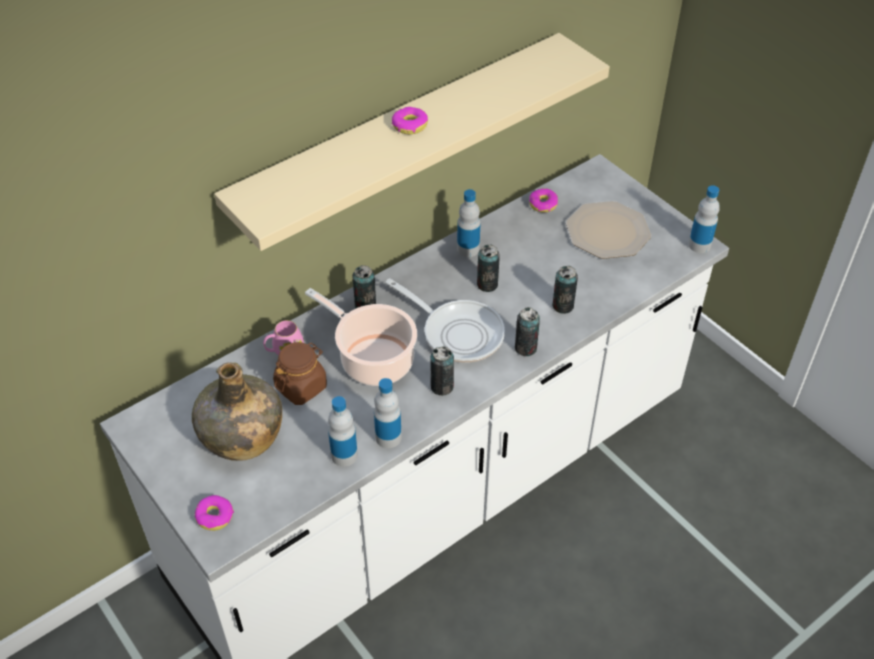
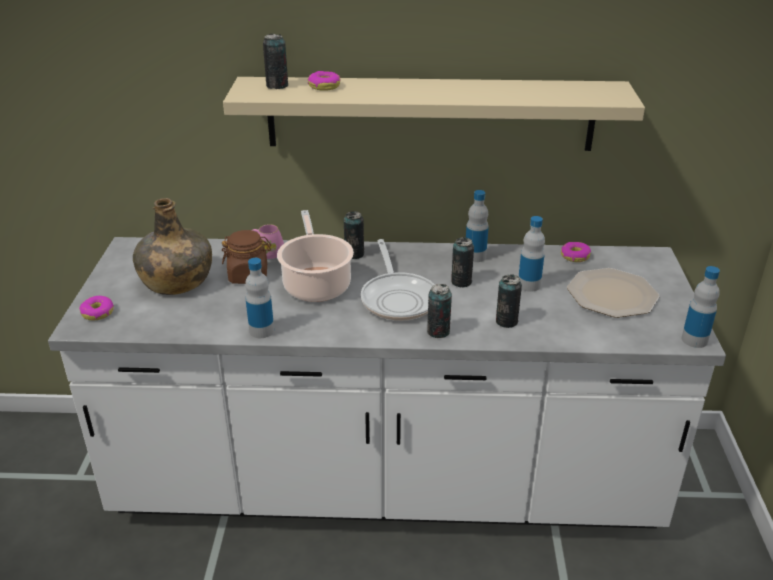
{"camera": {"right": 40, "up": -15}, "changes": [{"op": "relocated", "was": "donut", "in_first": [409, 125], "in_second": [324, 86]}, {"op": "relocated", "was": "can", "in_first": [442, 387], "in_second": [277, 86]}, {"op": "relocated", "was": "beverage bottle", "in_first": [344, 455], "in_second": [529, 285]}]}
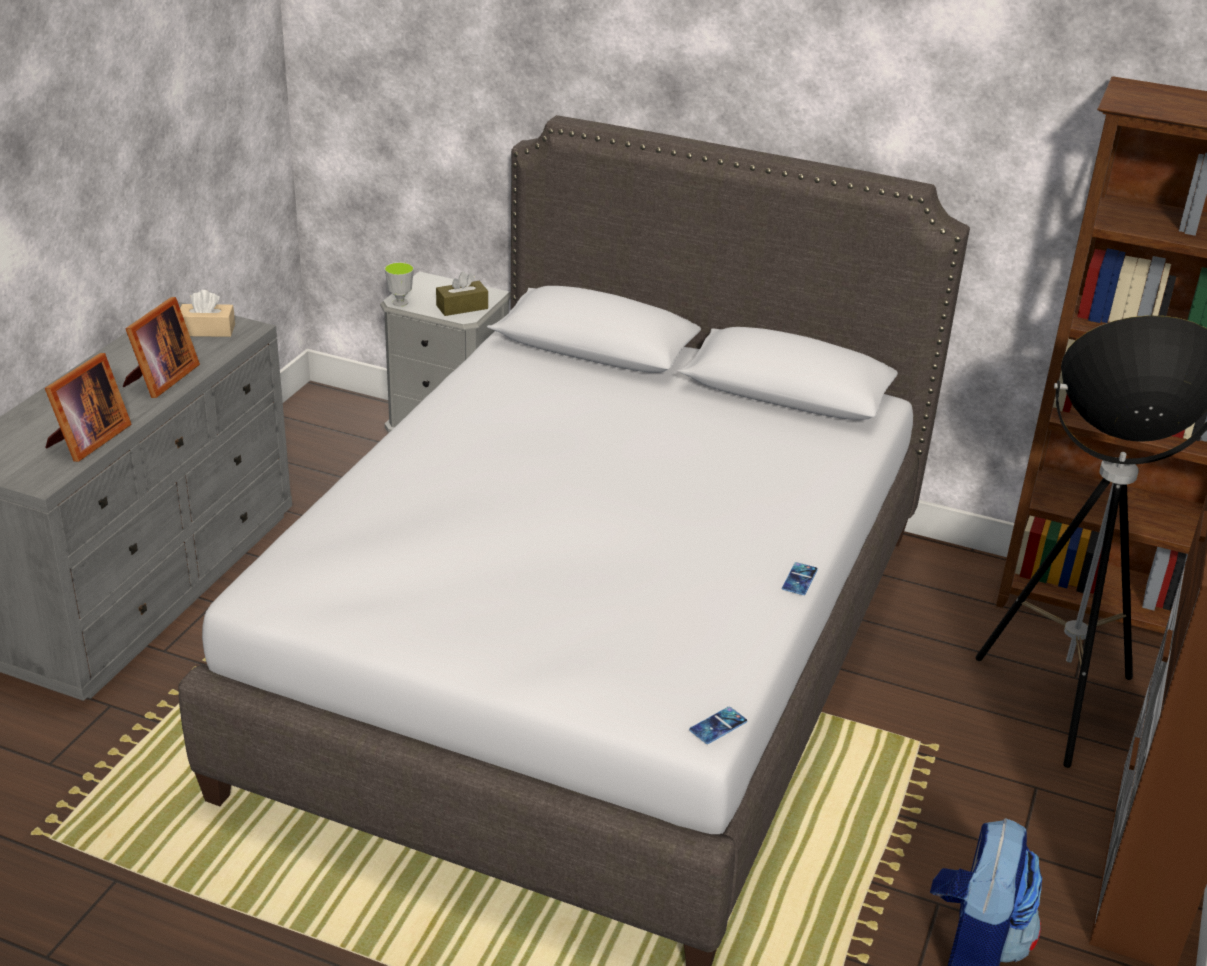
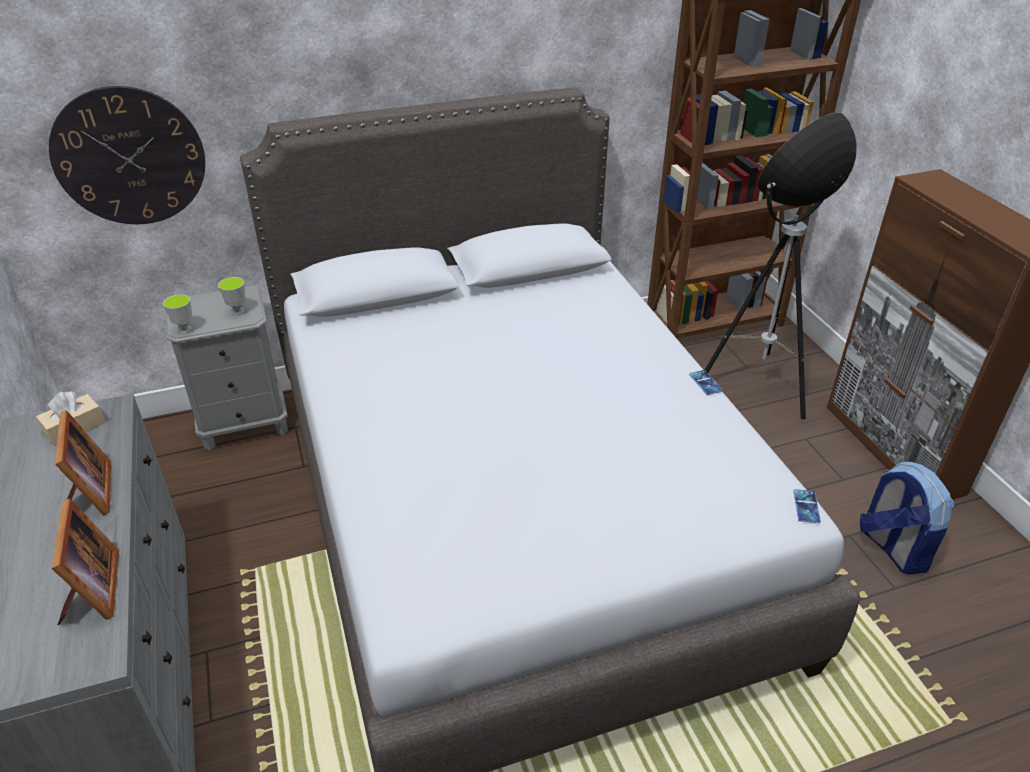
{"camera": {"right": -40, "up": 5}, "changes": [{"op": "exchanged", "was": "brown-coloured tissue box", "now": "drinking cup", "in_first": [462, 307], "in_second": [237, 311]}, {"op": "appeared", "now": "clock on the wall", "in_second": [129, 157]}]}
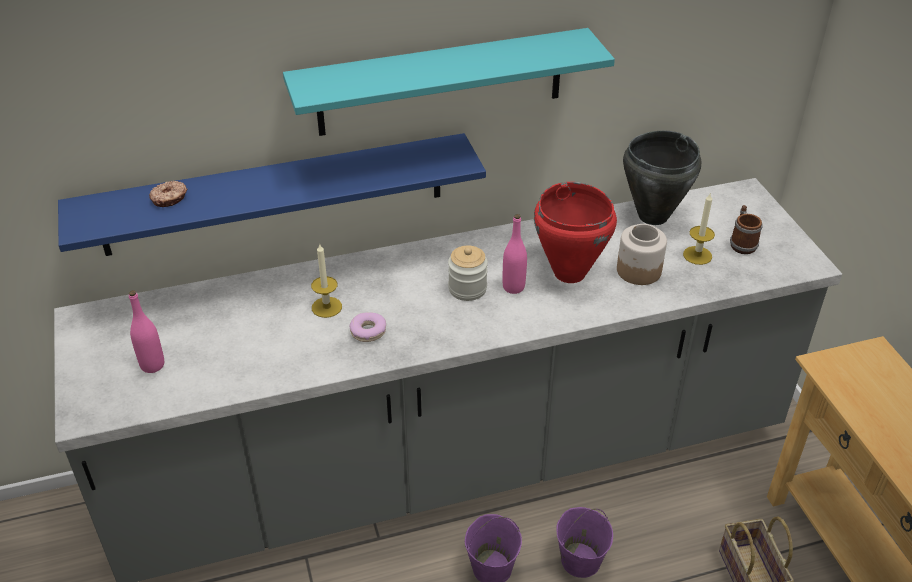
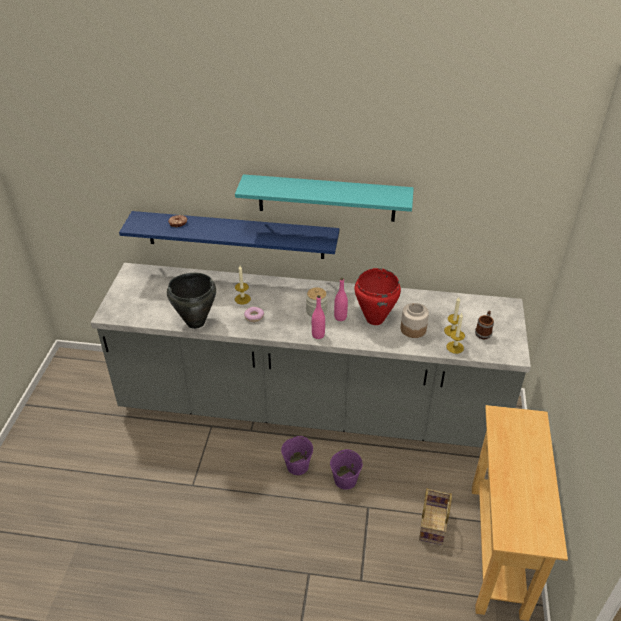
{"camera": {"right": 25, "up": 0}, "changes": [{"op": "relocated", "was": "blackish saucepot", "in_first": [652, 216], "in_second": [195, 322]}, {"op": "relocated", "was": "pink beverage bottle", "in_first": [152, 365], "in_second": [318, 335]}, {"op": "appeared", "now": "wax light", "in_second": [455, 347]}]}
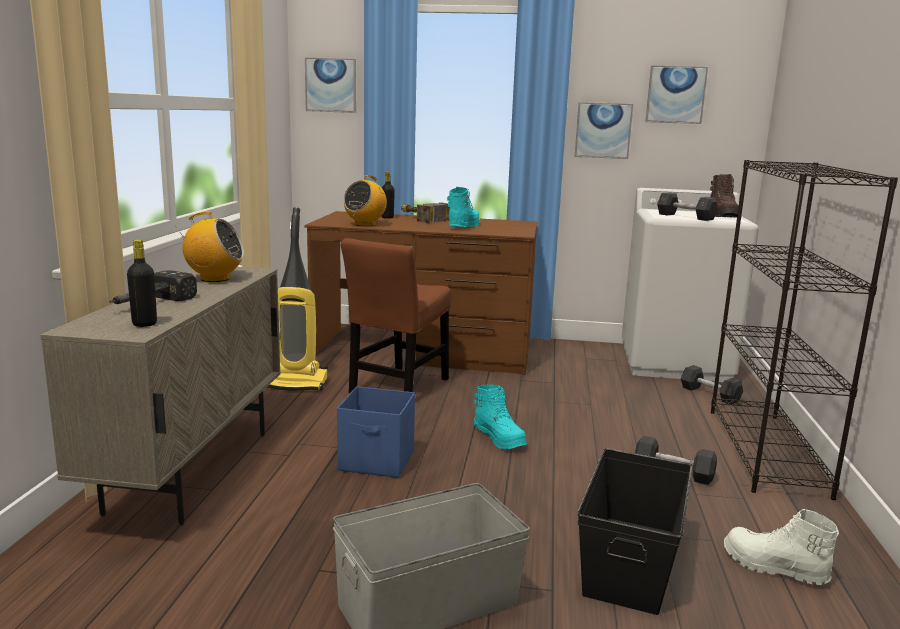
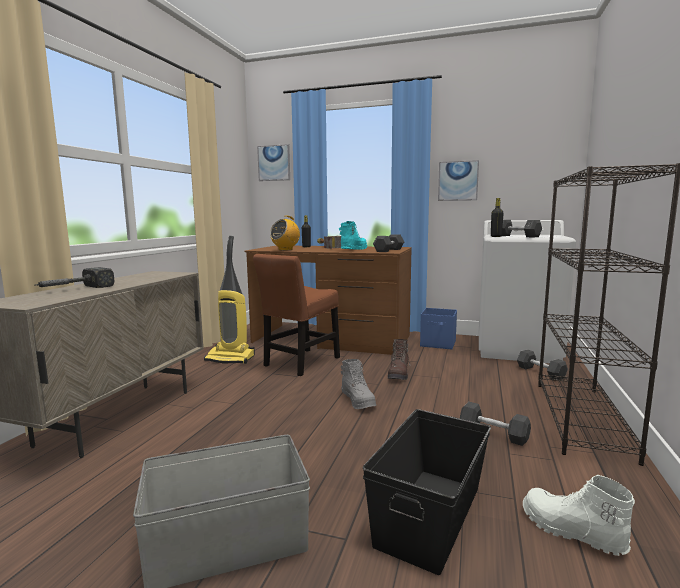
{"camera": {"right": 10, "up": -5}, "changes": [{"op": "missing", "was": "wall picture", "in_first": [675, 95]}, {"op": "relocated", "was": "brown-coloured high-top boot", "in_first": [723, 215], "in_second": [398, 374]}, {"op": "missing", "was": "radio set", "in_first": [214, 279]}, {"op": "relocated", "was": "blackish beverage bottle", "in_first": [144, 324], "in_second": [496, 236]}, {"op": "colour", "was": "turquoise high-top boot", "now": "greyish high-top boot", "in_first": [500, 438], "in_second": [358, 401]}, {"op": "relocated", "was": "blue-coloured storage container", "in_first": [377, 461], "in_second": [438, 344]}, {"op": "appeared", "now": "greyish free weight", "in_second": [388, 250]}]}
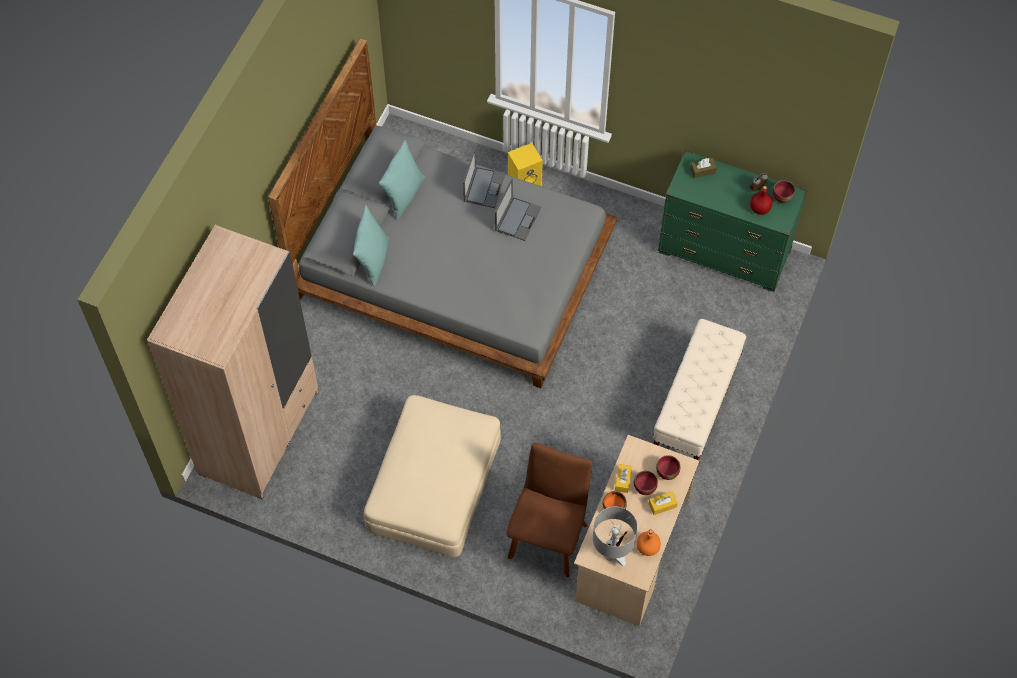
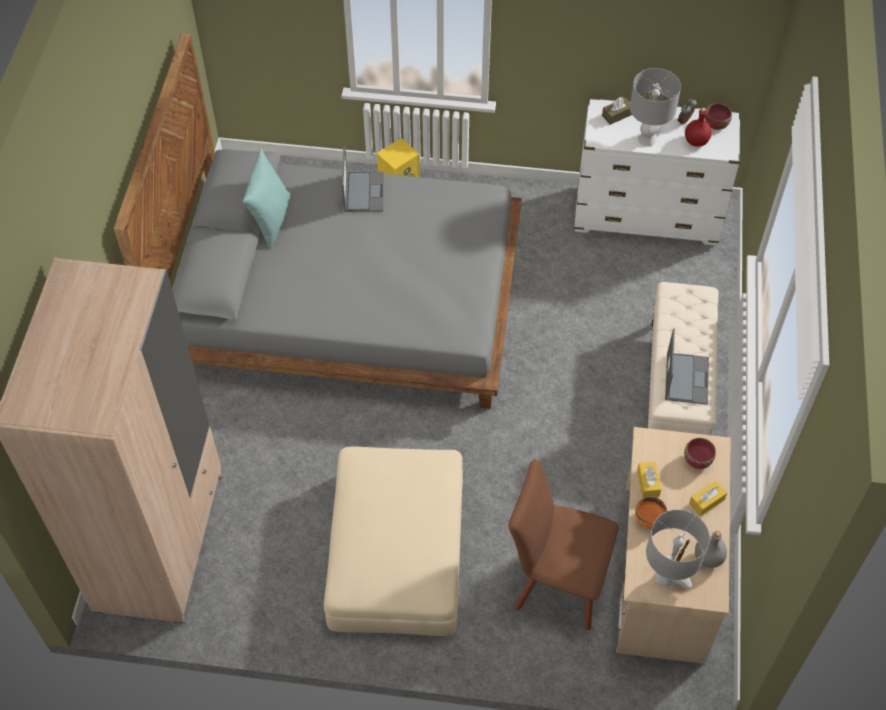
{"camera": {"right": -15, "up": -5}, "changes": [{"op": "colour", "was": "greenish dresser", "now": "white-coloured dresser", "in_first": [724, 252], "in_second": [646, 216]}, {"op": "relocated", "was": "portable computer", "in_first": [518, 218], "in_second": [686, 378]}, {"op": "missing", "was": "turquoise pillow", "in_first": [373, 260]}, {"op": "spun", "was": "brown-coloured upright chair", "in_first": [548, 536], "in_second": [557, 581], "clockwise": -75}, {"op": "missing", "was": "red-coloured bowl", "in_first": [645, 487]}, {"op": "colour", "was": "orange beverage bottle", "now": "greyish beverage bottle", "in_first": [648, 548], "in_second": [709, 558]}, {"op": "appeared", "now": "greyish table lamp", "in_second": [647, 139]}]}
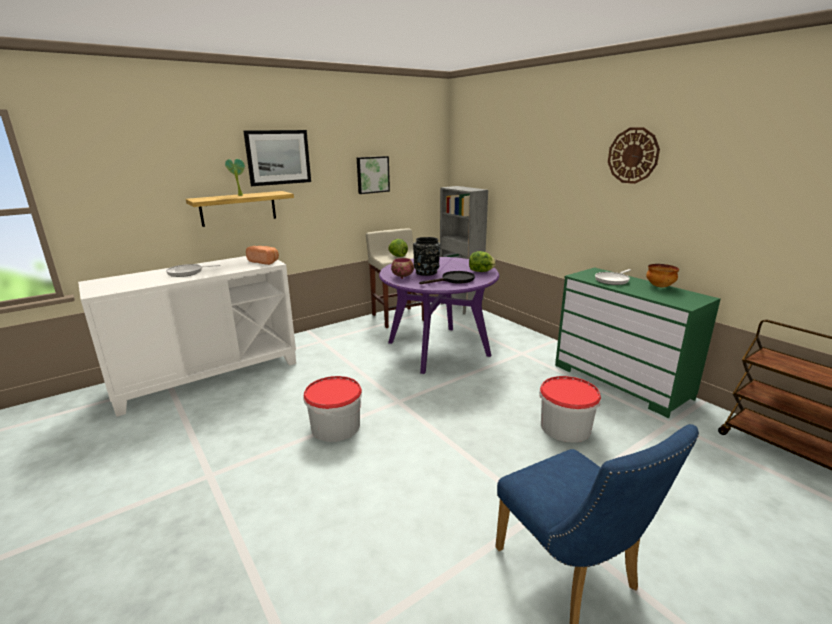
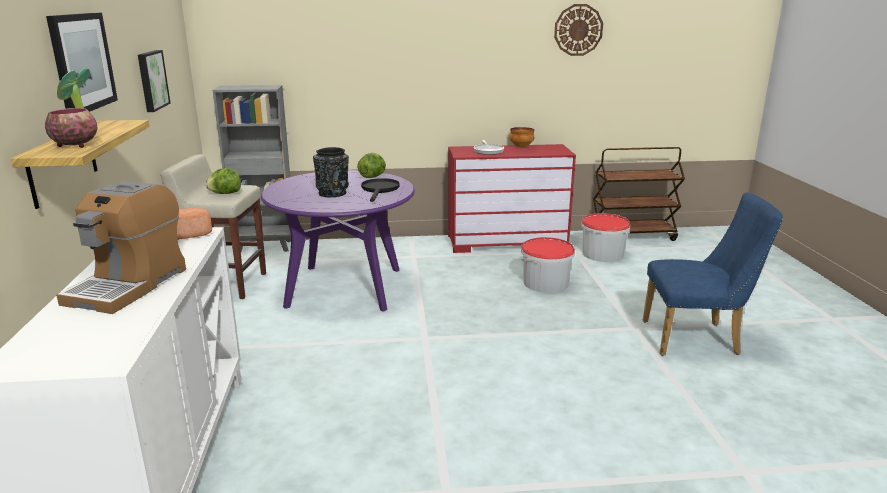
{"camera": {"right": -60, "up": 0}, "changes": [{"op": "relocated", "was": "clock on the wall", "in_first": [633, 155], "in_second": [578, 30]}, {"op": "relocated", "was": "bowl", "in_first": [403, 276], "in_second": [75, 145]}, {"op": "exchanged", "was": "pan", "now": "coffee machine", "in_first": [187, 272], "in_second": [129, 285]}, {"op": "colour", "was": "greenish dresser", "now": "red-coloured dresser", "in_first": [621, 381], "in_second": [507, 242]}, {"op": "relocated", "was": "bucket", "in_first": [335, 427], "in_second": [602, 254]}]}
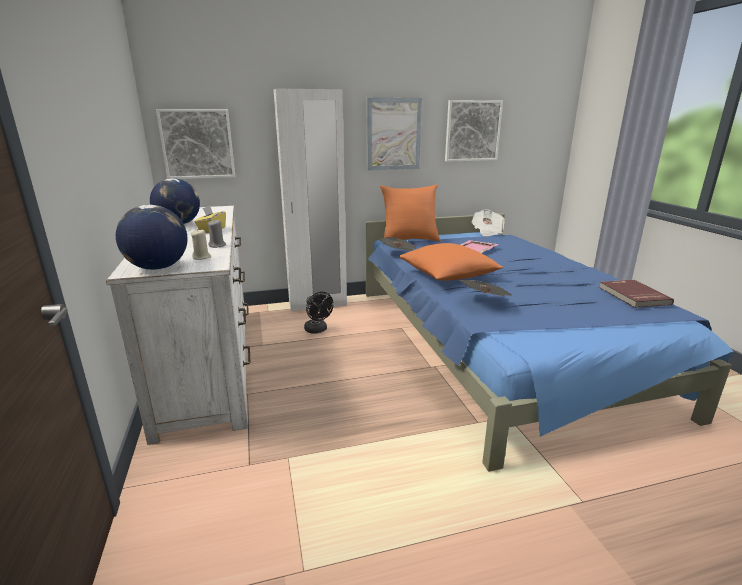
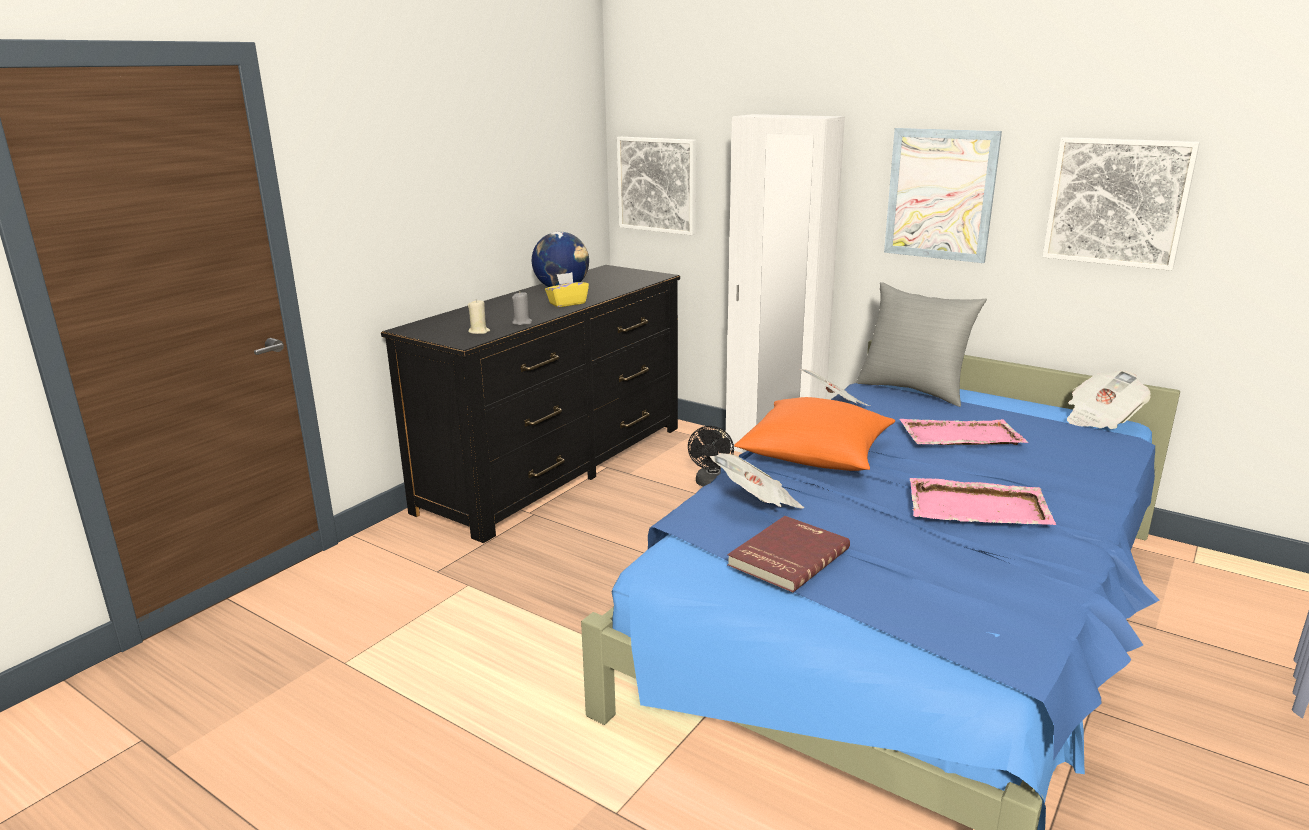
{"camera": {"right": 50, "up": 0}, "changes": [{"op": "colour", "was": "orange pillow", "now": "greyish pillow", "in_first": [409, 240], "in_second": [913, 390]}, {"op": "missing", "was": "desk globe", "in_first": [157, 268]}, {"op": "colour", "was": "white-coloured dresser", "now": "blackish dresser", "in_first": [208, 361], "in_second": [556, 467]}, {"op": "relocated", "was": "red-coloured volume", "in_first": [632, 295], "in_second": [787, 556]}, {"op": "appeared", "now": "pink tray", "in_second": [979, 507]}]}
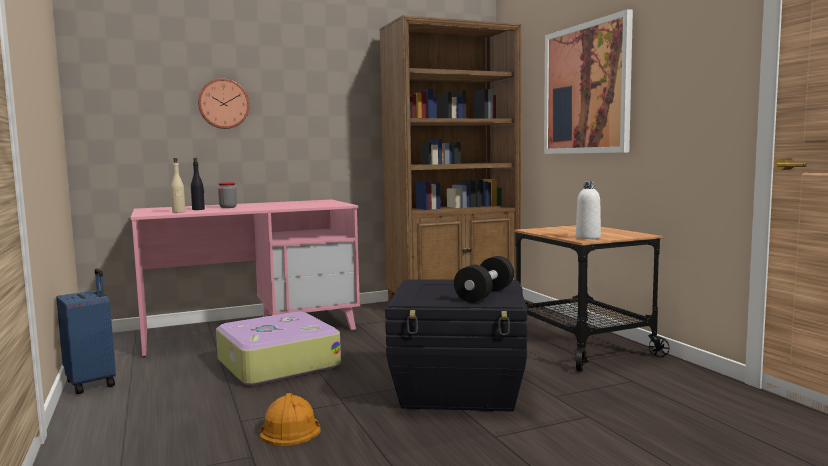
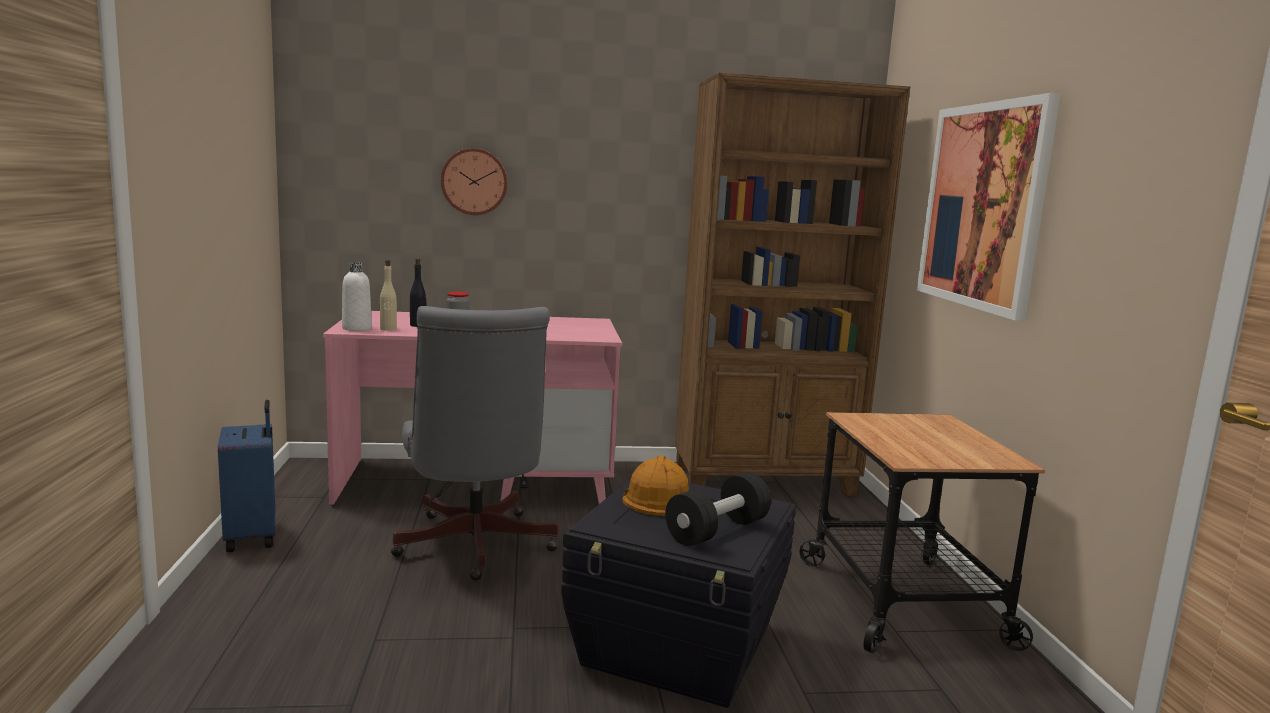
{"camera": {"right": 15, "up": 5}, "changes": [{"op": "relocated", "was": "white-coloured beverage bottle", "in_first": [588, 237], "in_second": [356, 328]}, {"op": "exchanged", "was": "suitcase", "now": "greyish office chair", "in_first": [276, 363], "in_second": [474, 548]}, {"op": "relocated", "was": "orange safety helmet", "in_first": [289, 428], "in_second": [658, 497]}]}
